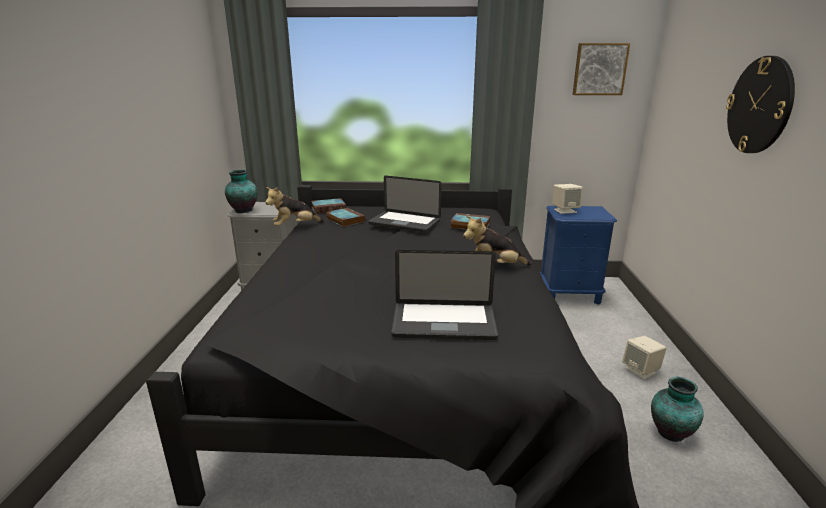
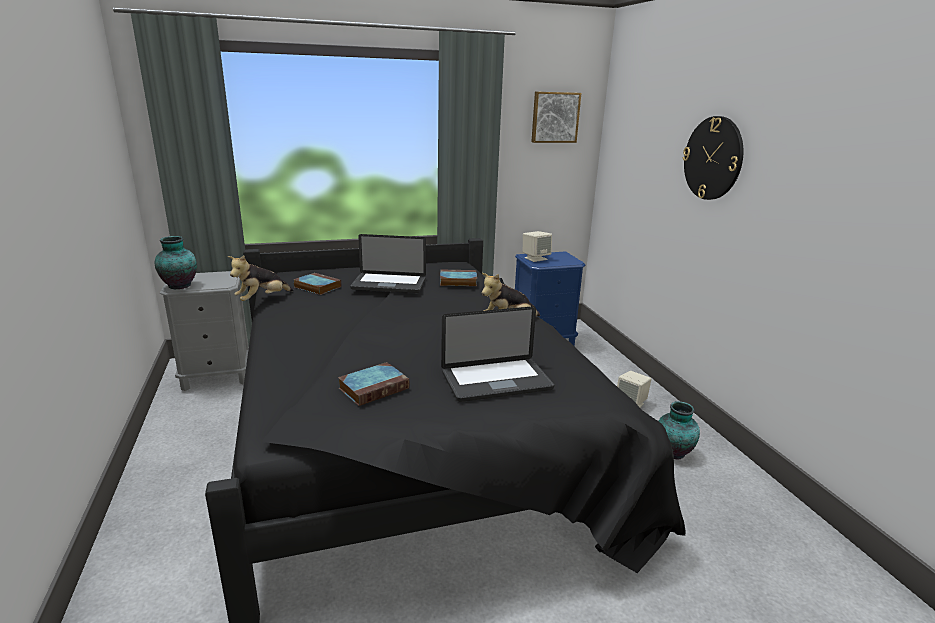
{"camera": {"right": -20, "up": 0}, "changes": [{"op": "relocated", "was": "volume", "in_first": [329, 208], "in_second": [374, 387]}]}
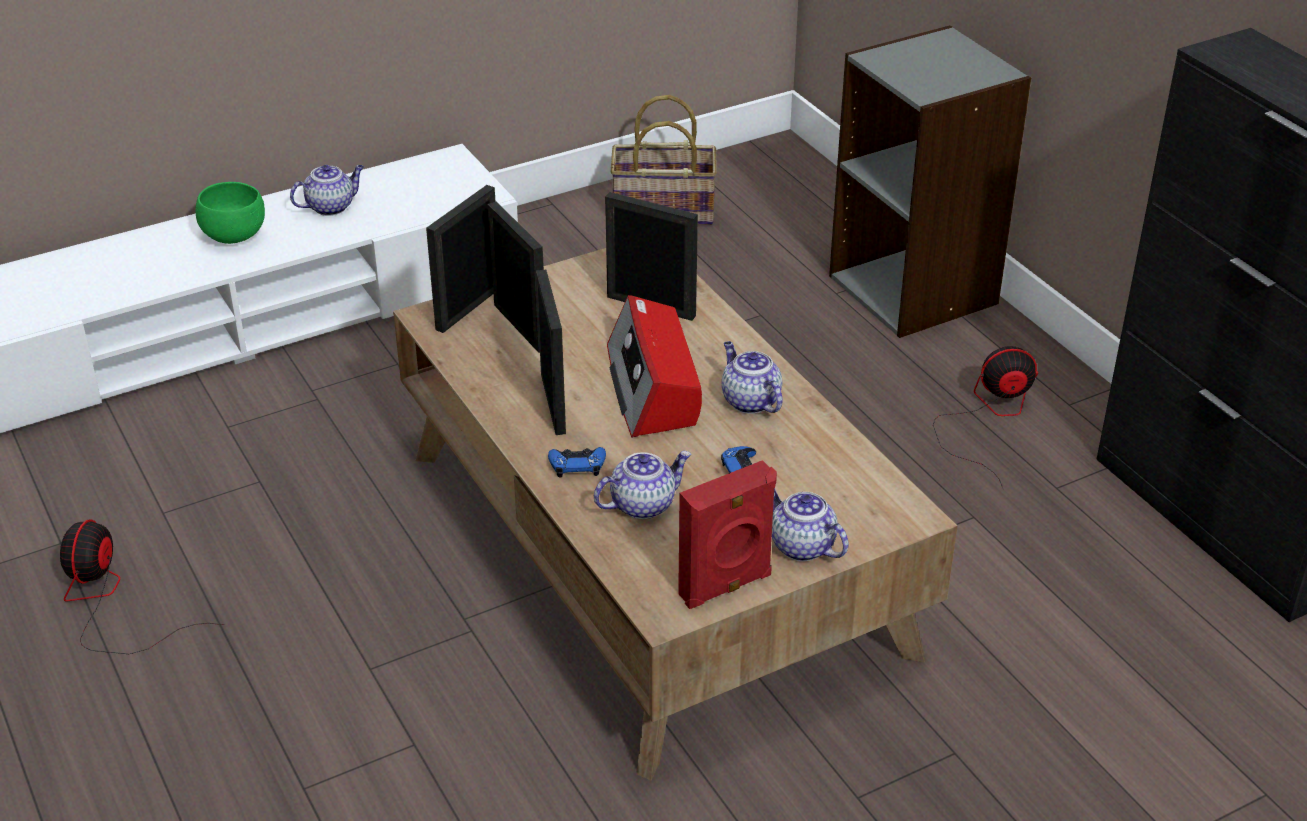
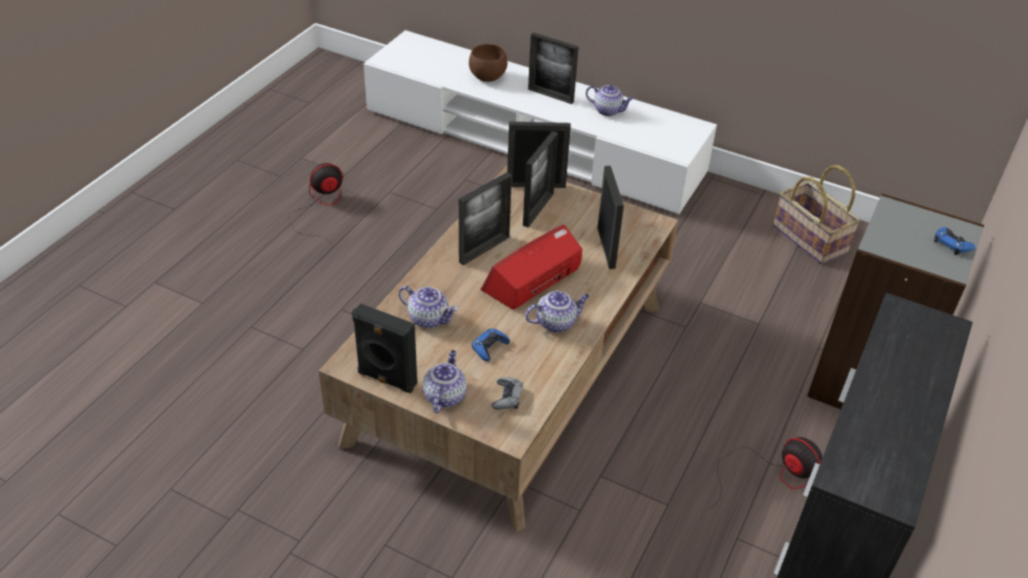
{"camera": {"right": 55, "up": 5}, "changes": [{"op": "exchanged", "was": "greenish bowl", "now": "standing frame", "in_first": [235, 236], "in_second": [550, 95]}, {"op": "spun", "was": "tea pot", "in_first": [749, 401], "in_second": [556, 322], "clockwise": 45}, {"op": "relocated", "was": "blue-coloured joypad", "in_first": [577, 465], "in_second": [951, 244]}, {"op": "colour", "was": "red-coloured audio speaker", "now": "blackish audio speaker", "in_first": [726, 587], "in_second": [386, 379]}, {"op": "appeared", "now": "brown-coloured bowl", "in_second": [486, 77]}, {"op": "appeared", "now": "greyish joypad", "in_second": [507, 397]}]}
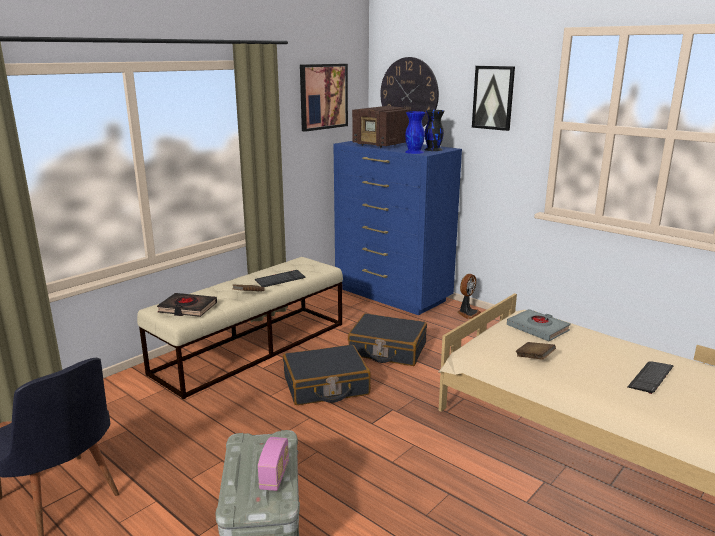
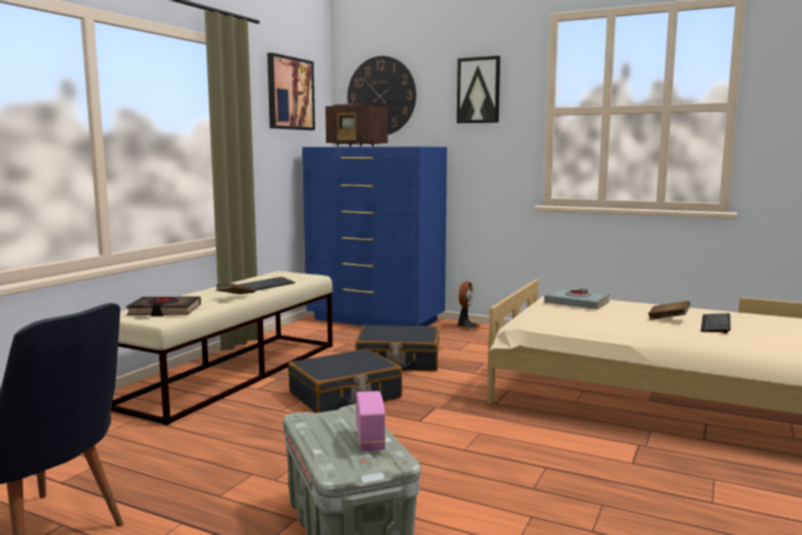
{"camera": {"right": -15, "up": -10}, "changes": [{"op": "missing", "was": "blackish vase", "in_first": [433, 149]}, {"op": "missing", "was": "blue-coloured vase", "in_first": [414, 152]}, {"op": "relocated", "was": "brown-coloured volume", "in_first": [534, 358], "in_second": [668, 319]}]}
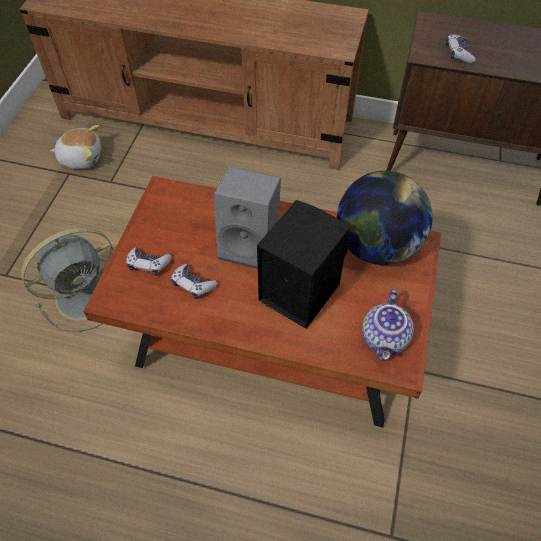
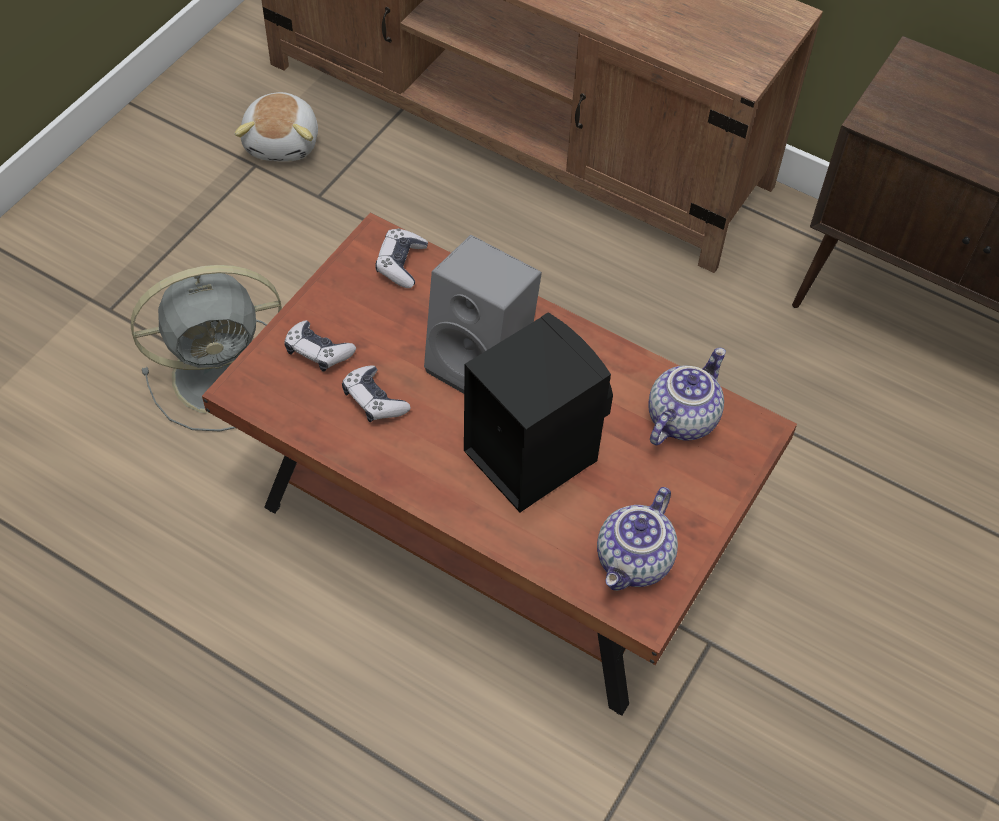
{"camera": {"right": 15, "up": 0}, "changes": [{"op": "relocated", "was": "joypad", "in_first": [458, 54], "in_second": [401, 264]}, {"op": "spun", "was": "plush toy", "in_first": [81, 157], "in_second": [283, 142], "clockwise": 75}, {"op": "exchanged", "was": "desk globe", "now": "tea pot", "in_first": [376, 246], "in_second": [681, 417]}]}
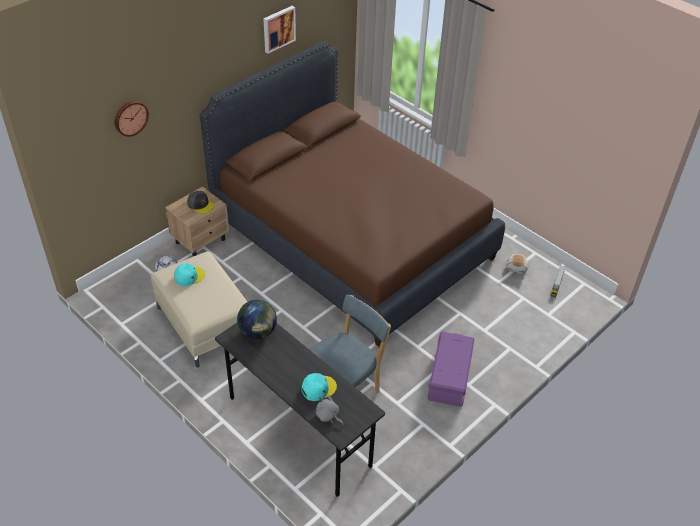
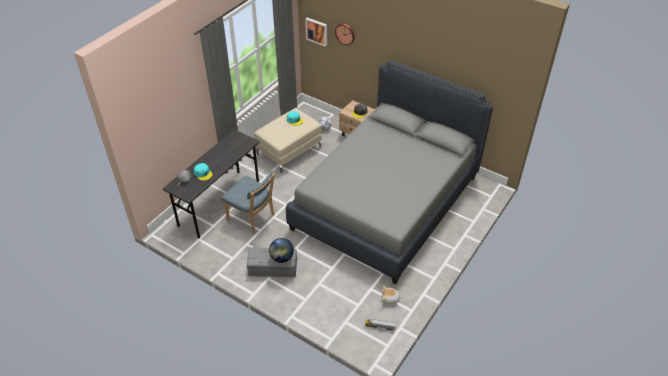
{"camera": {"right": 80, "up": 0}, "changes": [{"op": "relocated", "was": "wall picture", "in_first": [278, 28], "in_second": [317, 31]}, {"op": "colour", "was": "brown-coloured bed", "now": "greyish bed", "in_first": [352, 238], "in_second": [386, 202]}, {"op": "relocated", "was": "desk globe", "in_first": [258, 332], "in_second": [282, 258]}, {"op": "colour", "was": "purple-coloured storage container", "now": "greyish storage container", "in_first": [450, 377], "in_second": [272, 268]}]}
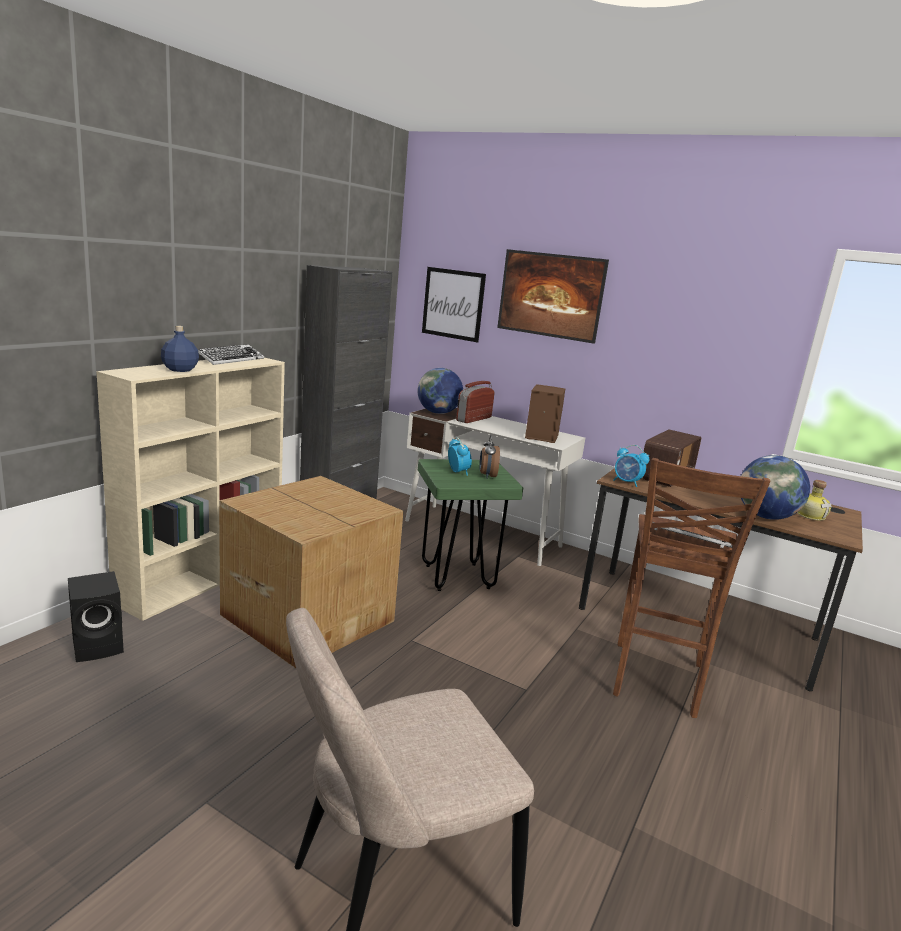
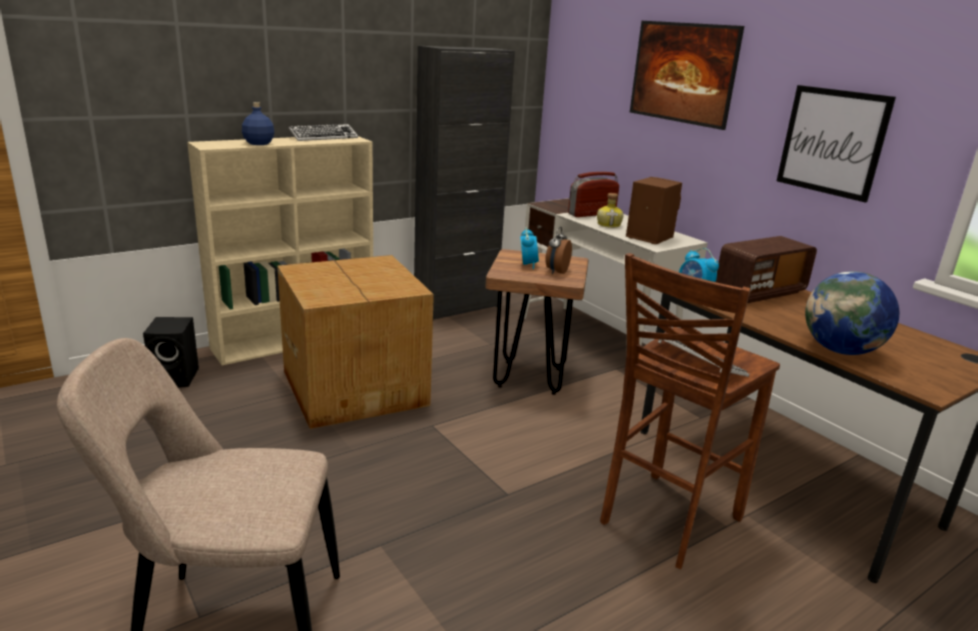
{"camera": {"right": 25, "up": 5}, "changes": [{"op": "relocated", "was": "wall picture", "in_first": [453, 304], "in_second": [832, 142]}, {"op": "missing", "was": "desk globe", "in_first": [438, 413]}, {"op": "colour", "was": "greenish stool seat", "now": "brown-coloured stool seat", "in_first": [457, 576], "in_second": [529, 377]}, {"op": "relocated", "was": "beverage bottle", "in_first": [810, 515], "in_second": [609, 225]}]}
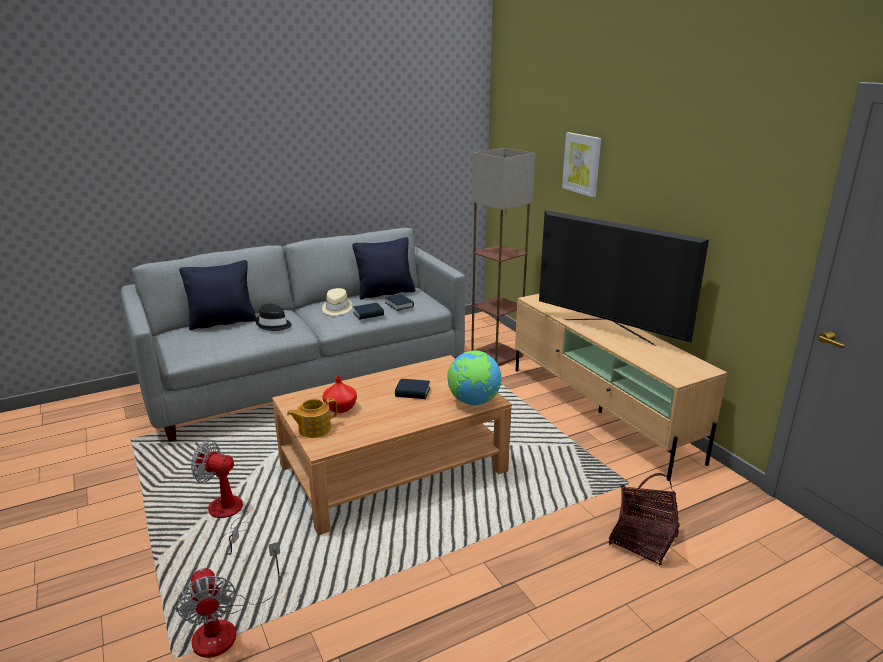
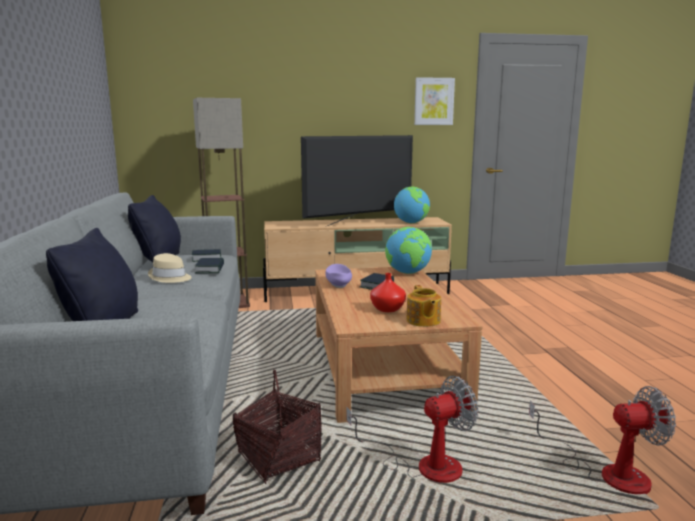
{"camera": {"right": -70, "up": -10}, "changes": [{"op": "relocated", "was": "wall picture", "in_first": [582, 164], "in_second": [434, 101]}, {"op": "missing", "was": "blackish wearable hat", "in_first": [273, 324]}, {"op": "spun", "was": "electric fan", "in_first": [227, 516], "in_second": [423, 465], "clockwise": -150}, {"op": "relocated", "was": "household basket", "in_first": [643, 541], "in_second": [279, 458]}, {"op": "appeared", "now": "desk globe", "in_second": [411, 223]}, {"op": "appeared", "now": "purple-coloured bowl", "in_second": [338, 283]}]}
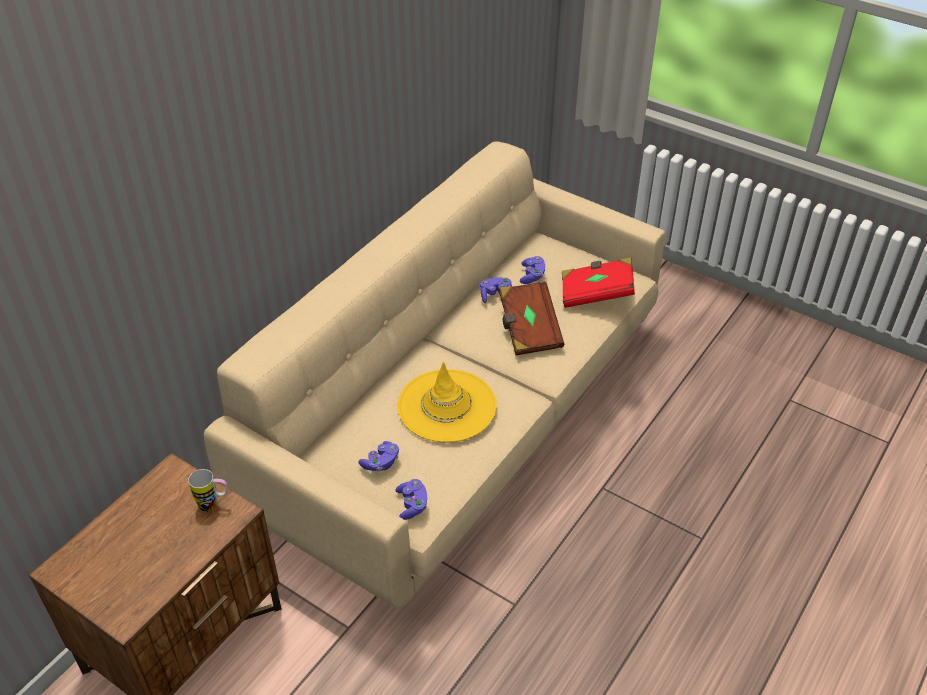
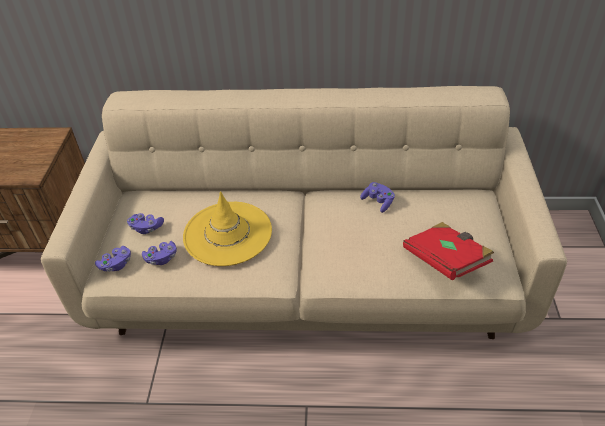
{"camera": {"right": 60, "up": 0}, "changes": [{"op": "relocated", "was": "purple-coloured joypad", "in_first": [532, 276], "in_second": [161, 258]}, {"op": "missing", "was": "brown-coloured volume", "in_first": [528, 330]}, {"op": "missing", "was": "tea mug", "in_first": [214, 505]}]}
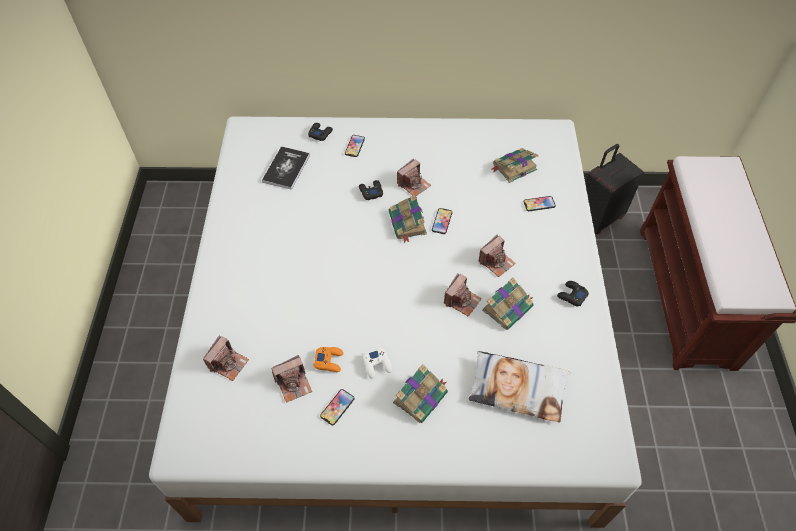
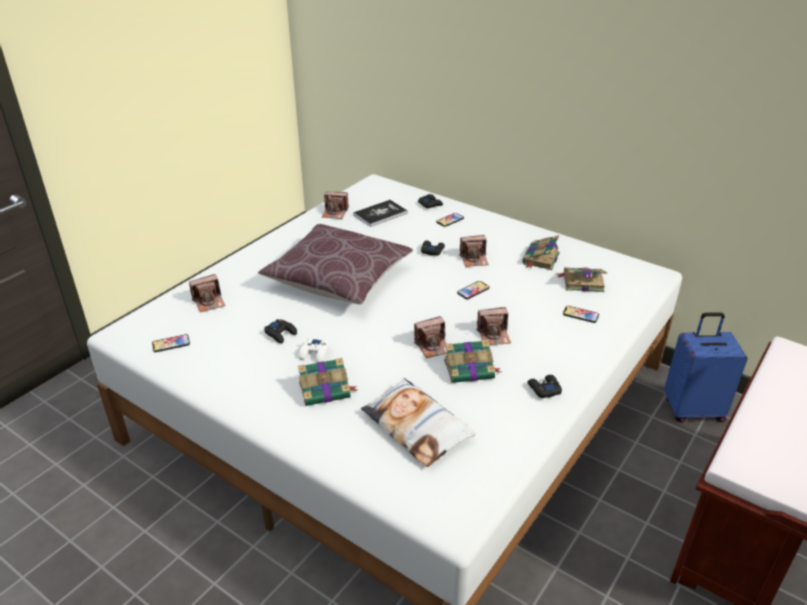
{"camera": {"right": 35, "up": -20}, "changes": [{"op": "colour", "was": "blackish suitcase", "now": "blue-coloured suitcase", "in_first": [598, 217], "in_second": [692, 409]}, {"op": "relocated", "was": "volume", "in_first": [407, 224], "in_second": [540, 259]}, {"op": "colour", "was": "orange joypad", "now": "blackish joypad", "in_first": [329, 361], "in_second": [281, 334]}, {"op": "relocated", "was": "still camera", "in_first": [293, 384], "in_second": [335, 213]}, {"op": "relocated", "was": "telephone", "in_first": [337, 407], "in_second": [171, 344]}, {"op": "appeared", "now": "brown-coloured pillow", "in_second": [338, 278]}]}
